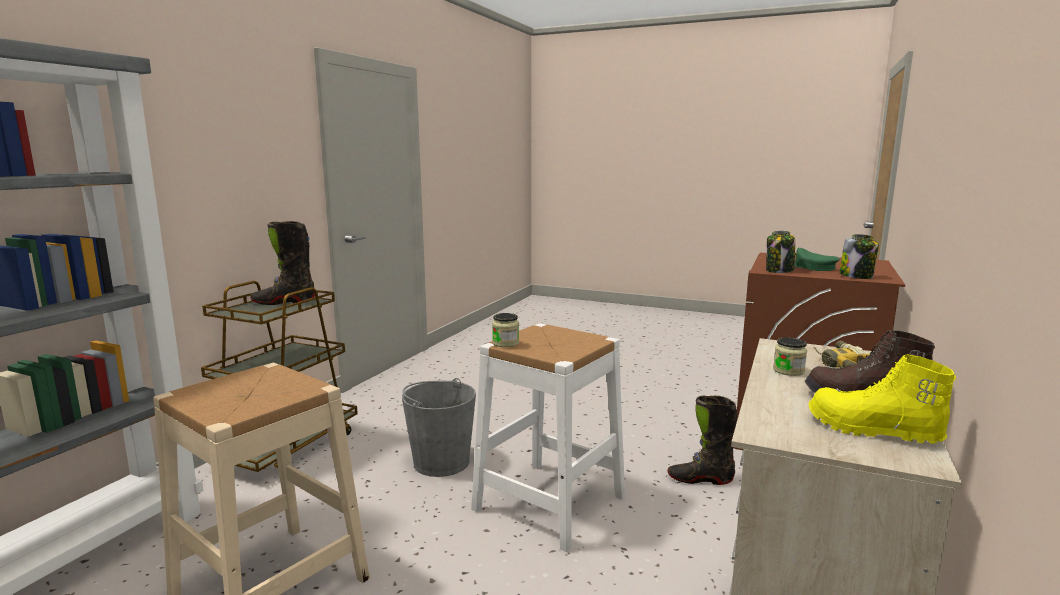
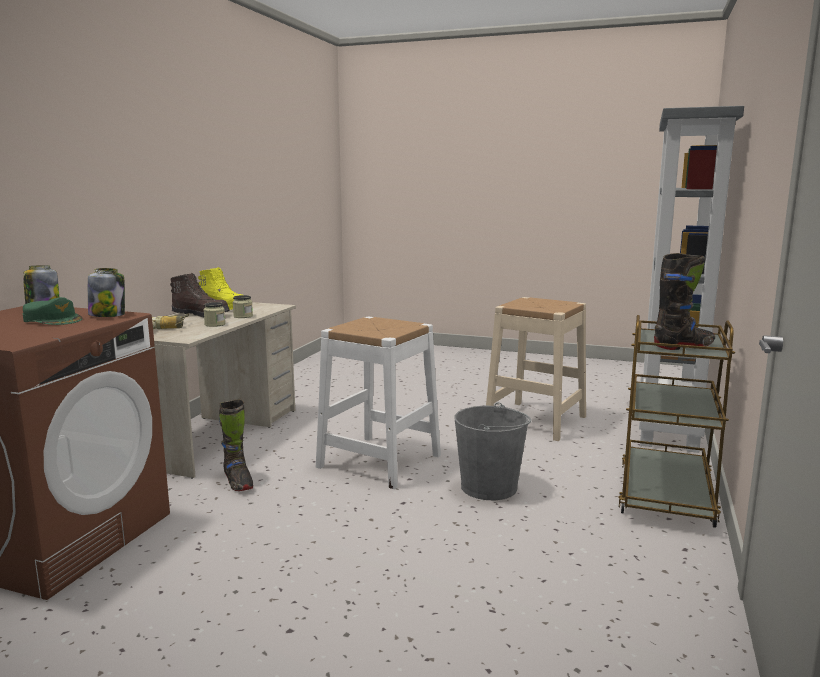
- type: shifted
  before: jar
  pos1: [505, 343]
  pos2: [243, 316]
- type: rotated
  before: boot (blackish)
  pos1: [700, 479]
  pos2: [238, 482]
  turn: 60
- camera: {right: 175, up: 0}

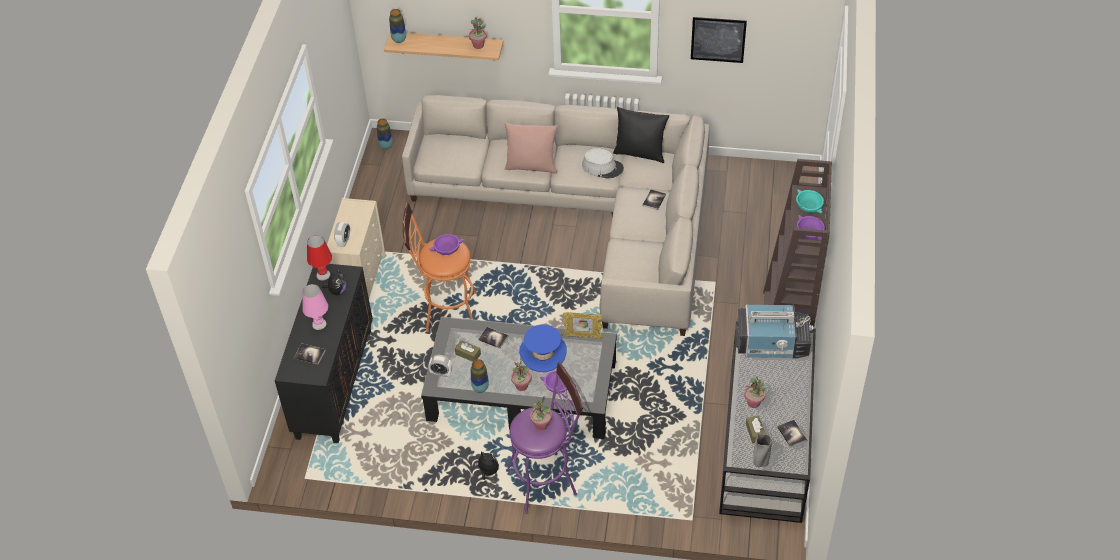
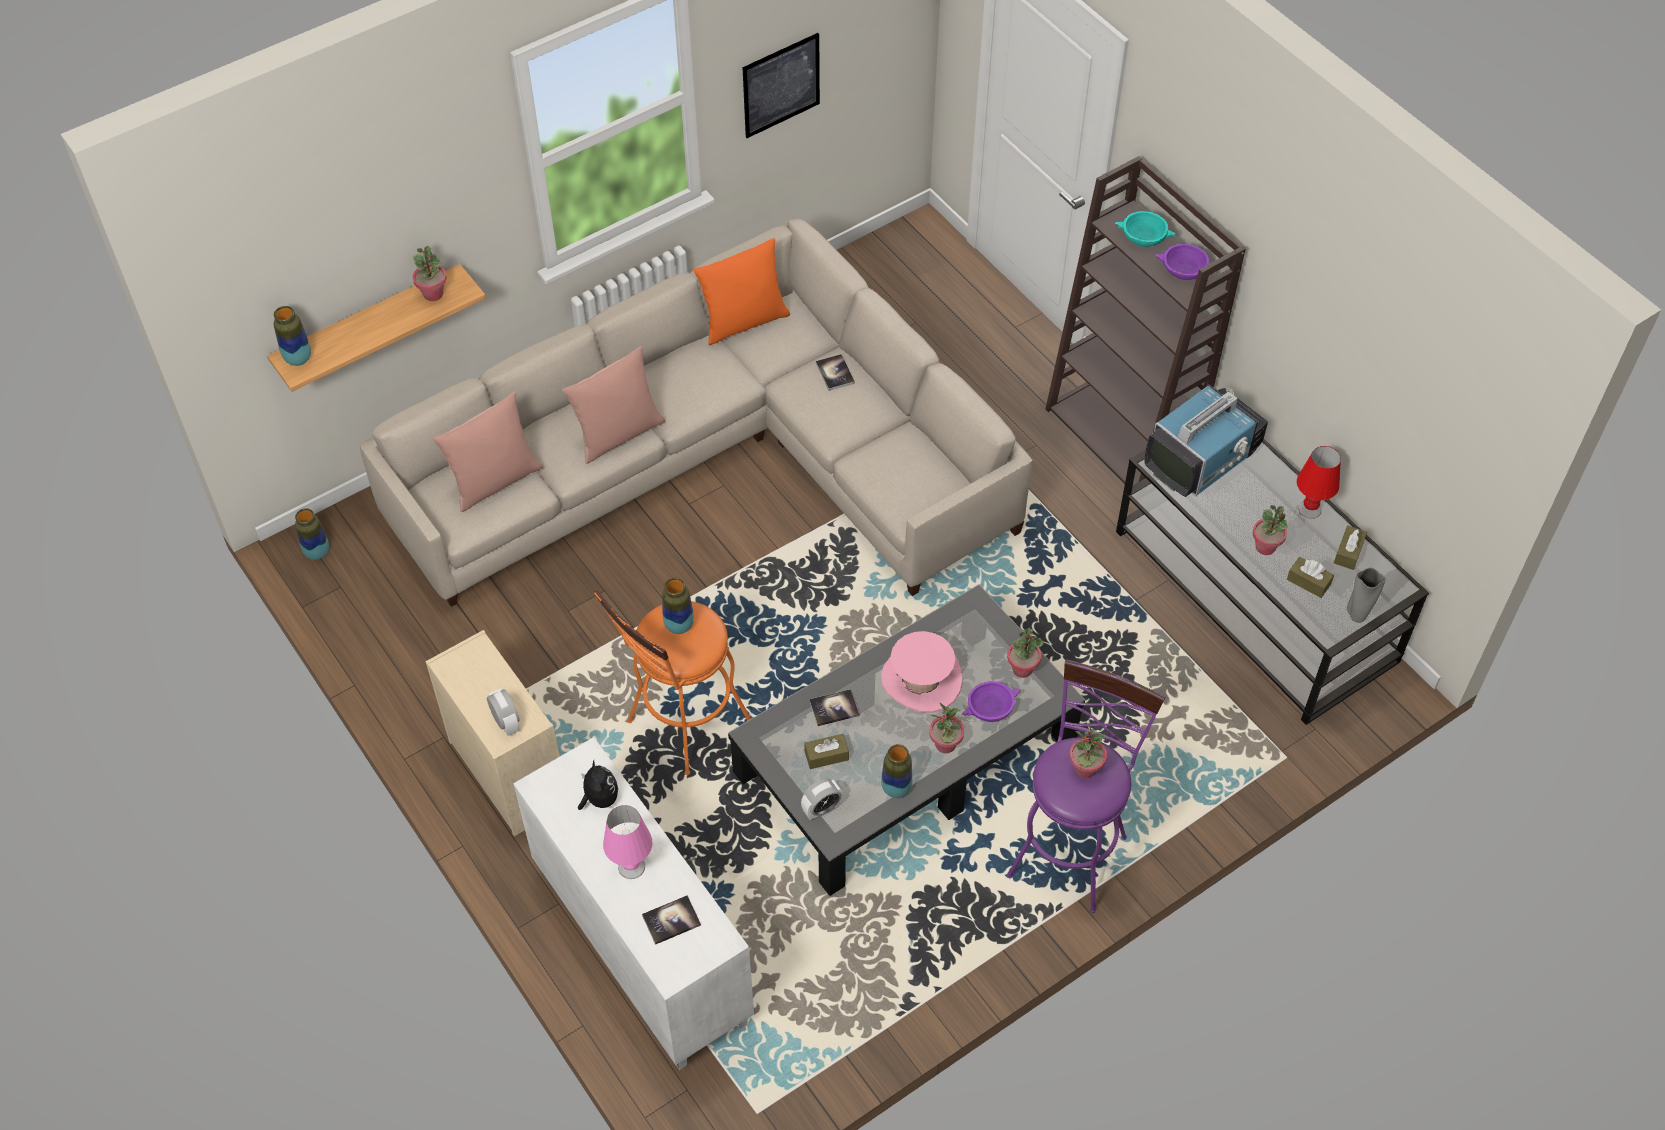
- type: repainted
  before: cabinet (blackish)
  after: cabinet (white)
  pos1: [334, 383]
  pos2: [640, 947]
- type: shifted
  before: table lamp (reddish)
  pos1: [323, 275]
  pos2: [1310, 509]
- type: swapped
  before: bowl (purplish)
  after: vase
  pos1: [447, 249]
  pos2: [679, 625]
- type: gone
  before: cuddly toy
  pos1: [488, 471]
- type: repainted
  before: hat (blue)
  after: hat (pink-coloured)
  pos1: [543, 353]
  pos2: [921, 680]
- type: gone
  before: picture frame
  pos1: [583, 336]
- type: gone
  before: hat (greyish)
  pos1: [602, 167]
- type: repainted
  before: throw pillow (blackish)
  after: throw pillow (orange-coloured)
  pos1: [640, 153]
  pos2: [743, 322]
- type: swapped
  before: bound book
  after: box of tissues (brown-coloured)
  pos1: [792, 434]
  pos2: [1348, 552]
- type: new
  after: throw pillow (pink-coloured)
  pos2: [494, 481]
- type: new
  after: potted plant
  pos2: [1022, 669]
- camera: {right: -45, up: 5}

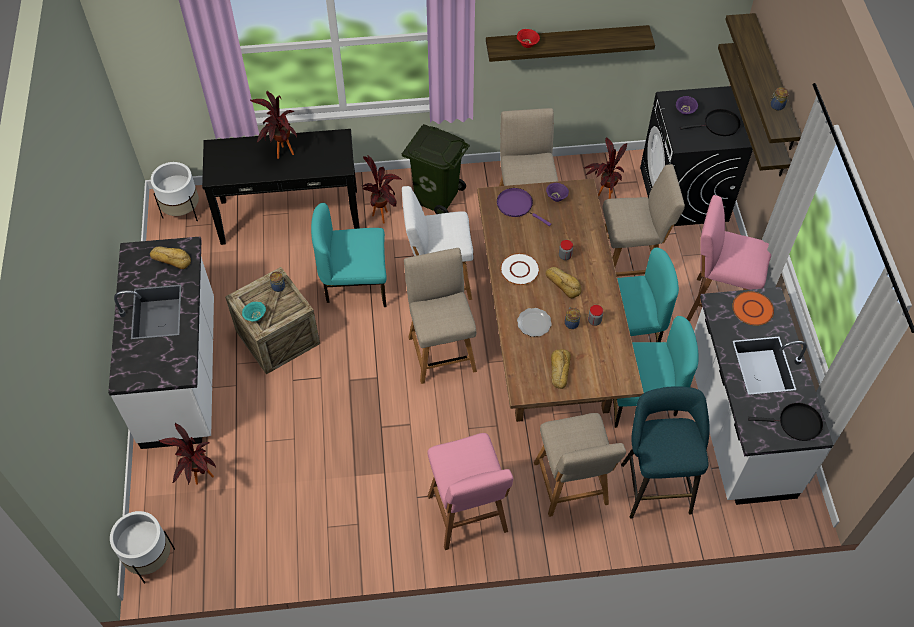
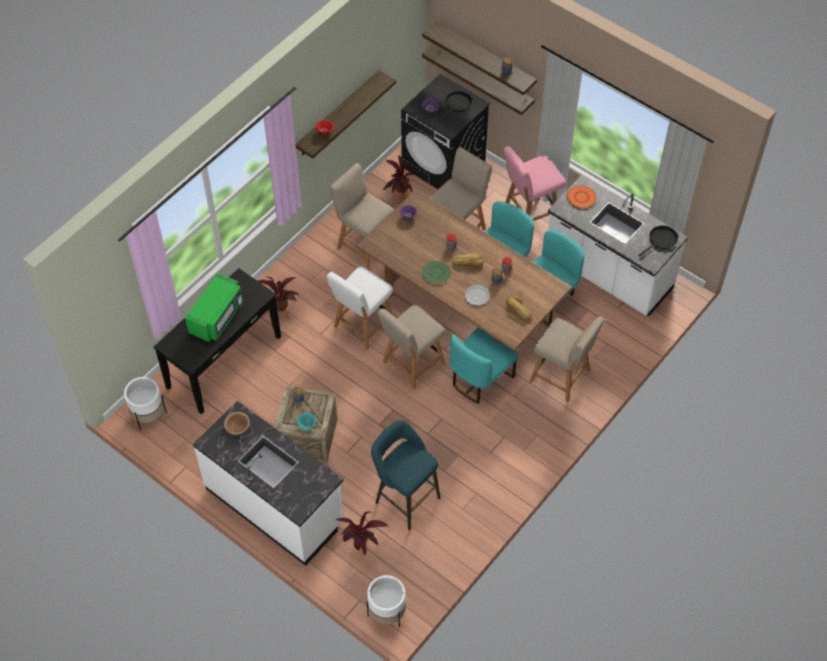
- type: swapped
  before: baked bread
  after: bowl (brown-coloured)
  pos1: [171, 259]
  pos2: [237, 426]
- type: swapped
  before: potted plant
  after: kitchen microwave (green-coloured)
  pos1: [281, 156]
  pos2: [217, 317]
- type: shifted
  before: chair (blue-green)
  pos1: [355, 284]
  pos2: [480, 379]
- type: gone
  before: trash can (green-coloured)
  pos1: [436, 196]
- type: rotated
  before: chair (sand-coloured)
  pos1: [441, 350]
  pos2: [411, 364]
  turn: -75
- type: gone
  before: stool seat (pink-coloured)
  pos1: [468, 516]
- type: gone
  before: skillet (purplish)
  pos1: [517, 206]
- type: repainted
  before: plate (white)
  after: plate (green-coloured)
  pos1: [520, 269]
  pos2: [436, 273]
- type: shifted
  before: stool seat (blue-green)
  pos1: [655, 484]
  pos2: [404, 498]
- camera: {right: -45, up: 0}

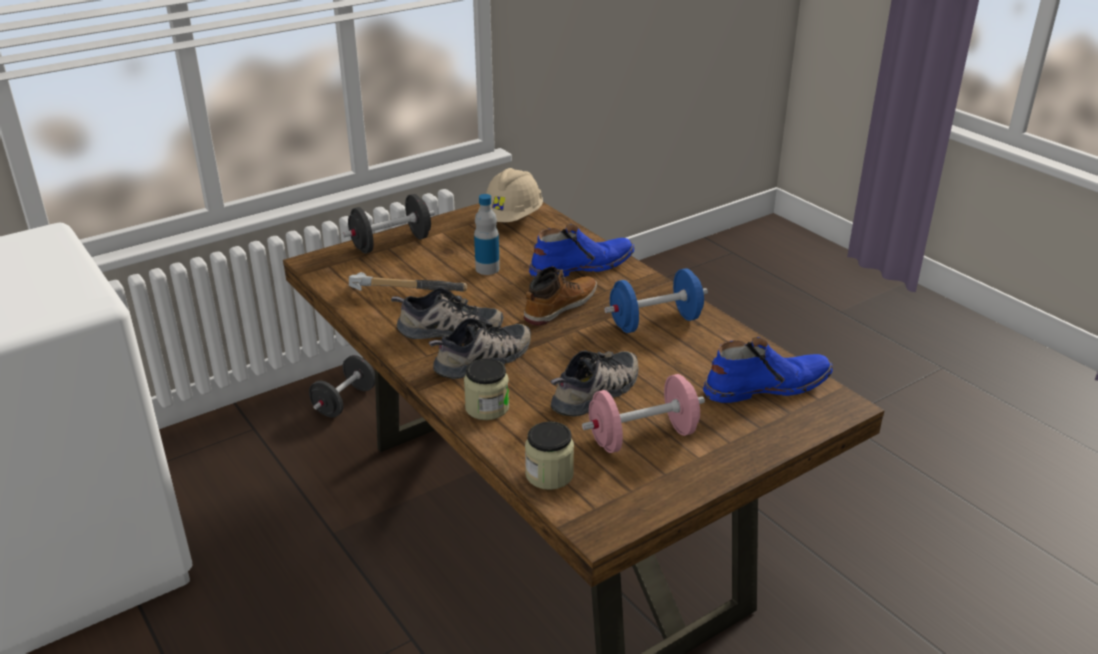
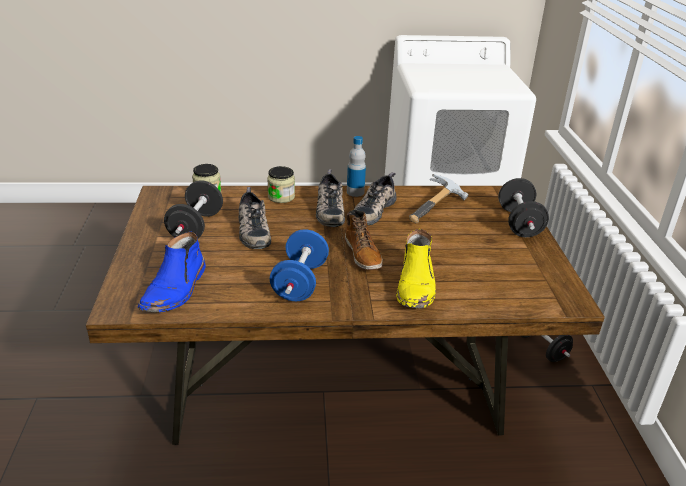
- type: shifted
  before: bottle
  pos1: [487, 269]
  pos2: [355, 192]
- type: gone
  before: hard hat (sand-coloured)
  pos1: [512, 219]
- type: repainted
  before: boot (blue)
  after: boot (yellowish)
  pos1: [581, 266]
  pos2: [416, 286]
- type: repainted
  before: hand weight (pink-coloured)
  after: hand weight (blackish)
  pos1: [642, 437]
  pos2: [196, 227]
- camera: {right: 120, up: 0}

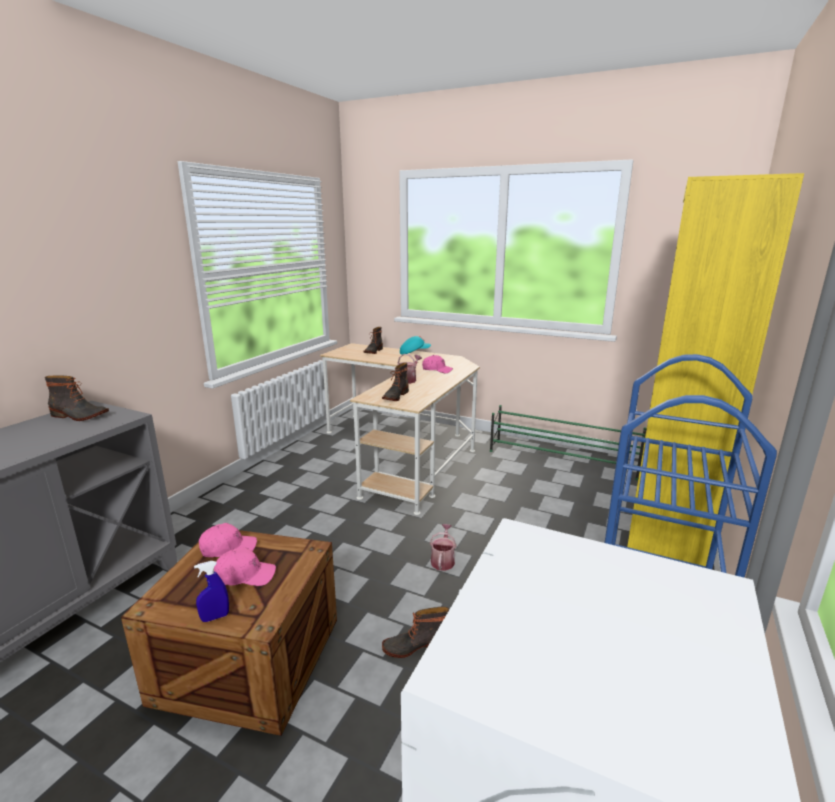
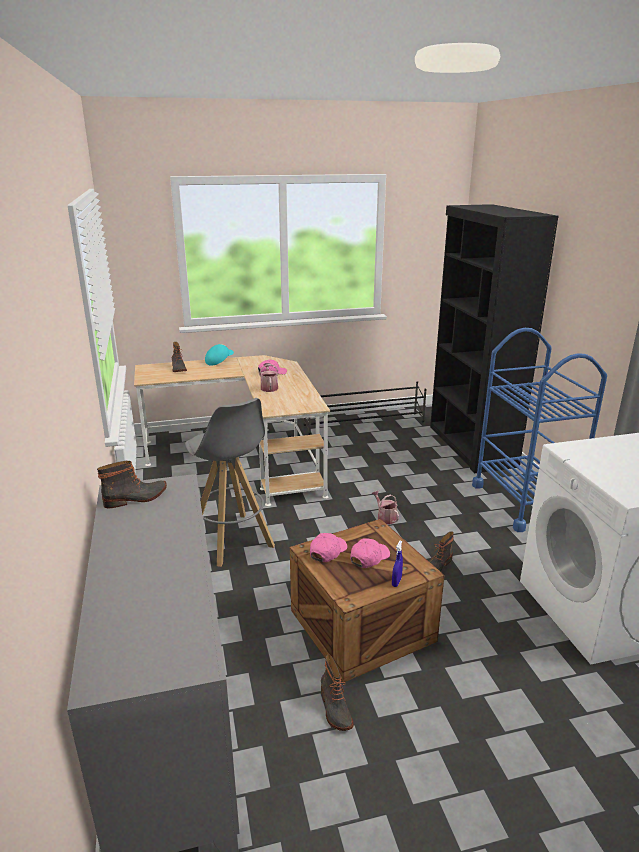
- type: shifted
  before: boot
  pos1: [395, 396]
  pos2: [334, 708]
- type: repainted
  before: shoe stand (green-coloured)
  after: shoe stand (blackish)
  pos1: [562, 460]
  pos2: [364, 423]
- type: repainted
  before: bookshelf (yellowish)
  after: bookshelf (blackish)
  pos1: [666, 528]
  pos2: [471, 446]
- type: new
  after: stool seat (greyish)
  pos2: [232, 539]
- camera: {right: -40, up: 5}

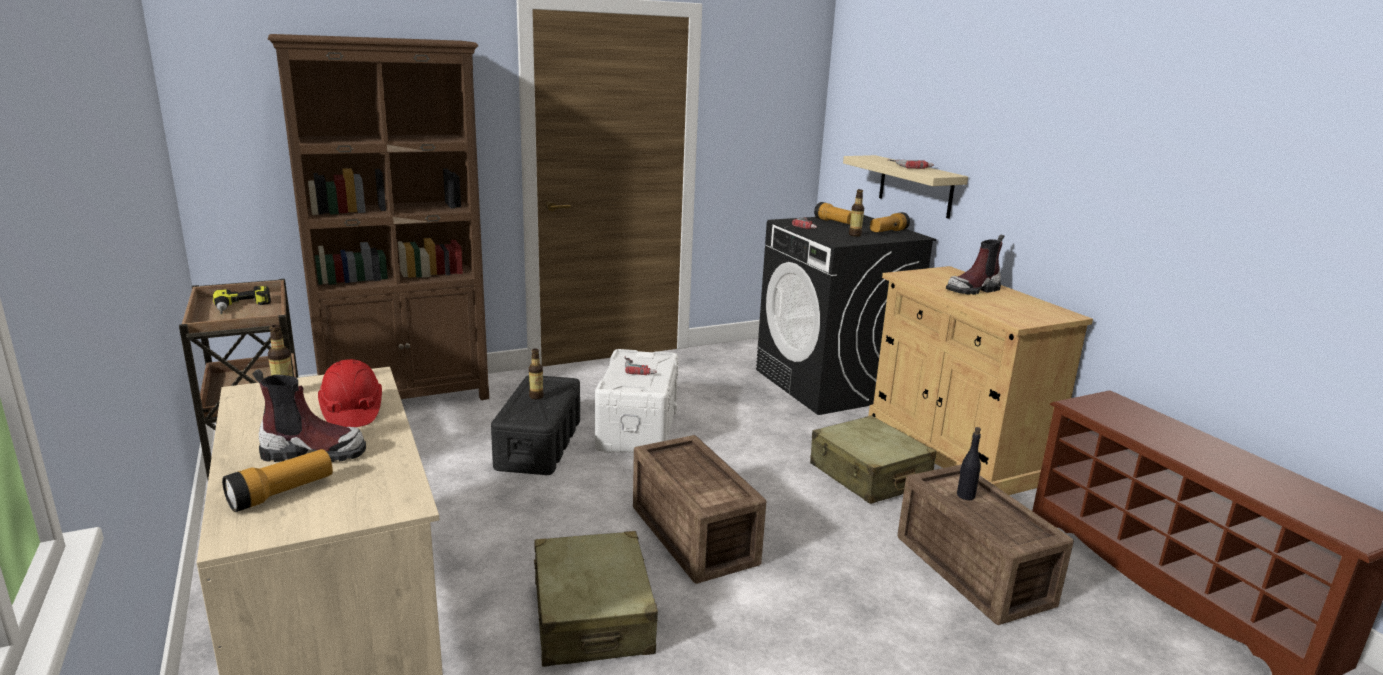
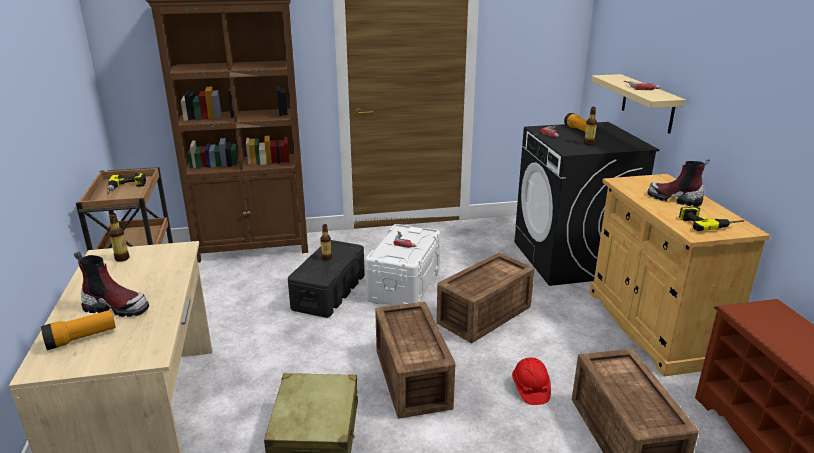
- type: shifted
  before: hard hat (reddish)
  pos1: [351, 411]
  pos2: [530, 389]
- type: gone
  before: travel case (sand-coloured)
  pos1: [869, 475]
- type: gone
  before: hand torch
  pos1: [888, 232]
- type: rotated
  before: boot
  pos1: [973, 290]
  pos2: [674, 199]
  turn: 45
- type: gone
  before: bottle (blackish)
  pos1: [965, 495]
- type: new
  after: crate
  pos2: [482, 315]
- type: new
  after: power drill
  pos2: [708, 222]
- camera: {right: 15, up: 5}

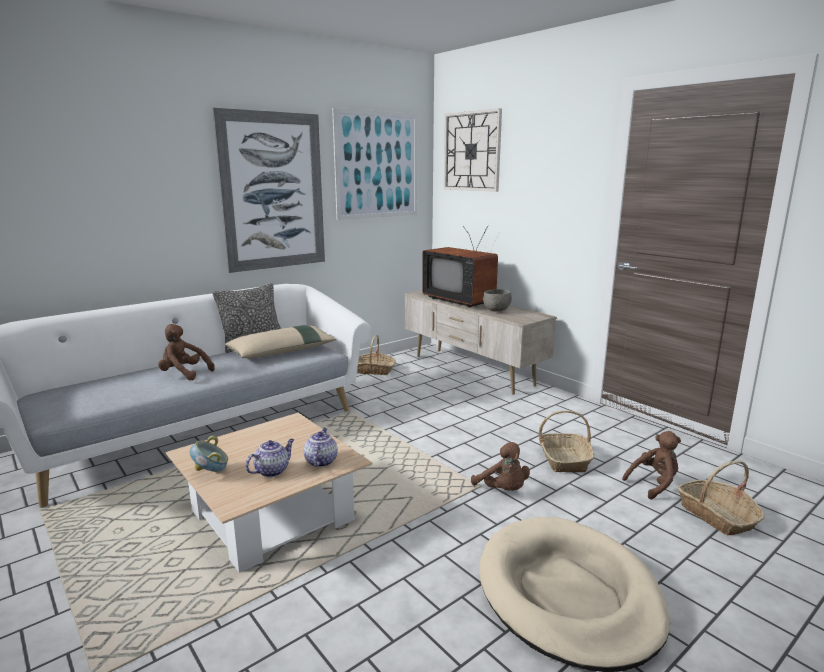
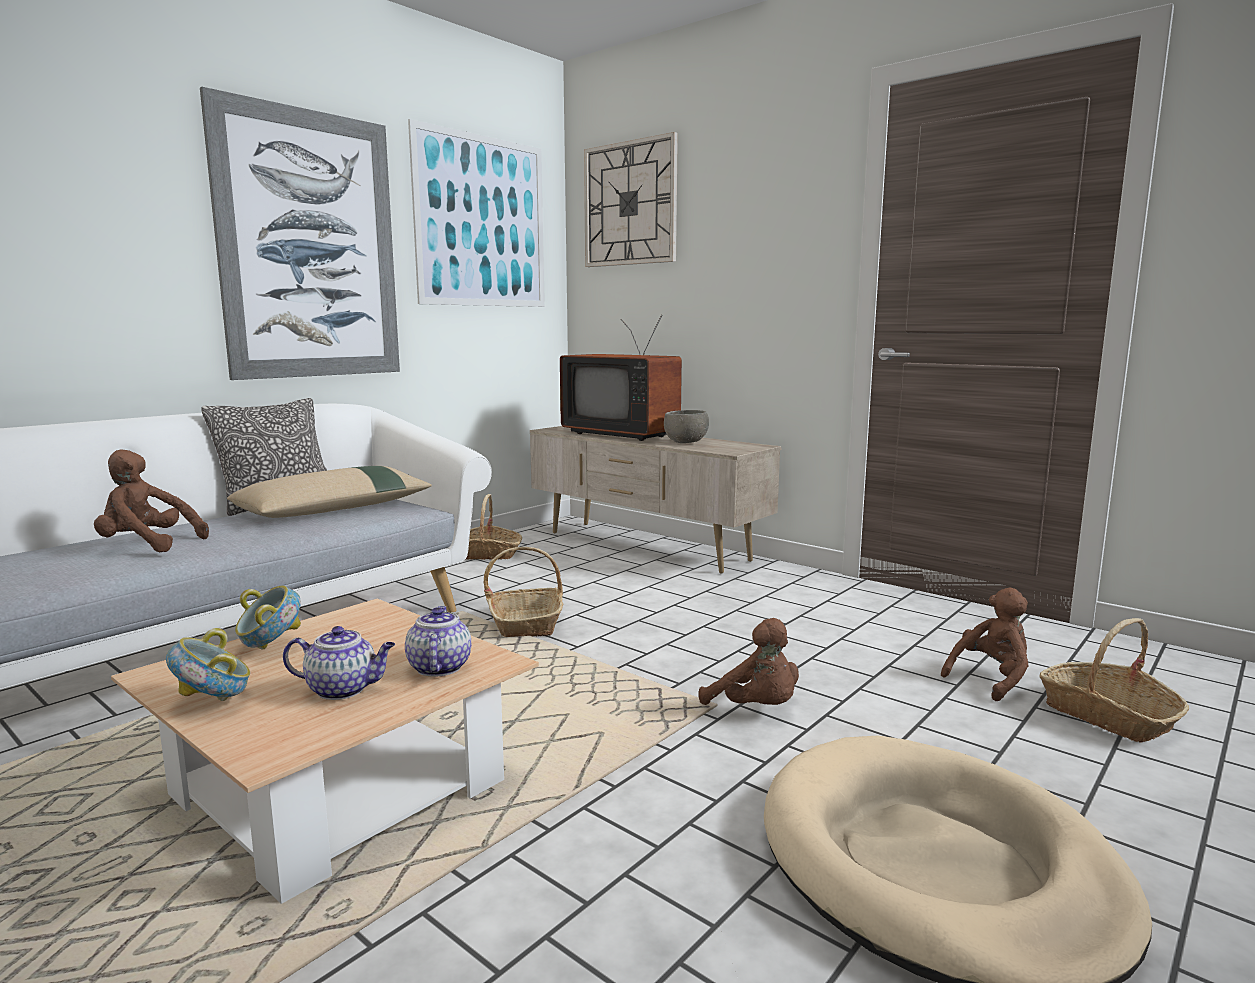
- type: rotated
  before: pot for tea
  pos1: [272, 470]
  pos2: [344, 689]
  turn: 60
- type: shifted
  before: basket
  pos1: [564, 459]
  pos2: [526, 623]
- type: new
  after: bowl
  pos2: [270, 647]
- camera: {right: -10, up: -5}

